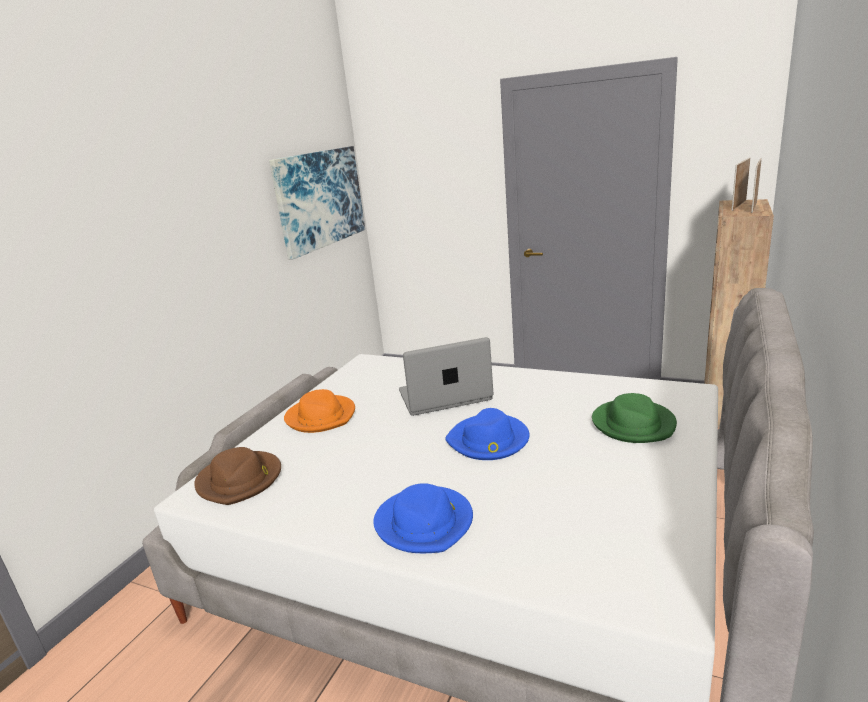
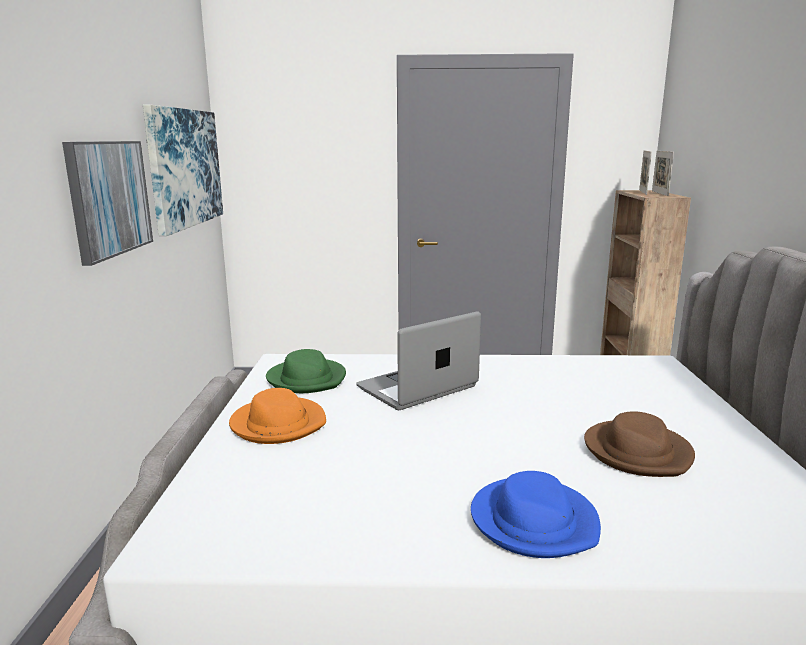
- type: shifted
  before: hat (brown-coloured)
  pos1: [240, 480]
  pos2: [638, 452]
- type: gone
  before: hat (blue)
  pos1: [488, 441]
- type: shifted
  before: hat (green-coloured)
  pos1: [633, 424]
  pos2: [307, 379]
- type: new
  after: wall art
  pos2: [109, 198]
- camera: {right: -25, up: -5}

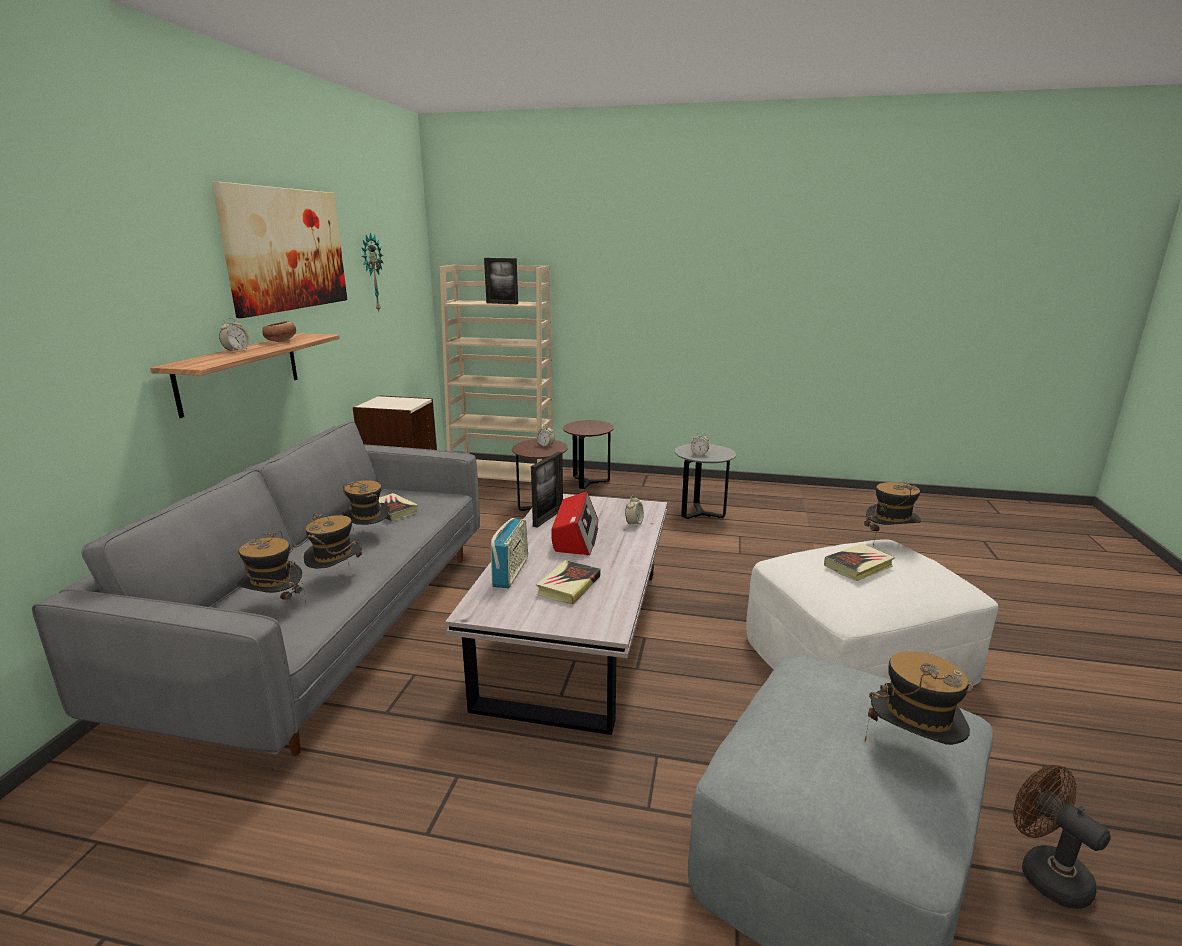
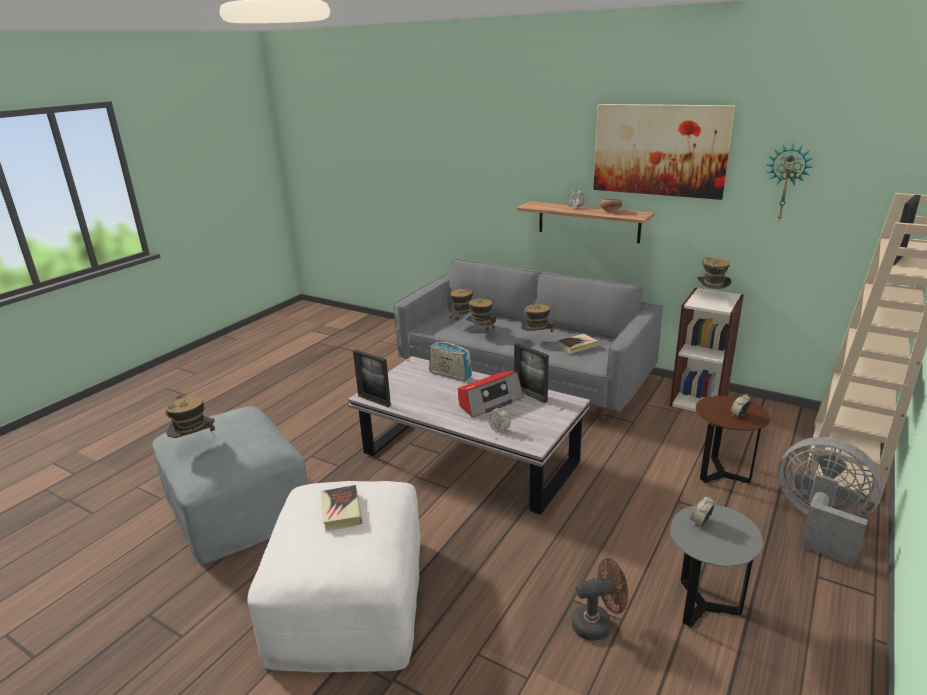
- type: gone
  before: bound book
  pos1: [569, 586]
- type: rotated
  before: radio set
  pos1: [576, 536]
  pos2: [489, 401]
  turn: -60
- type: swapped
  before: accent table (brown-coloured)
  after: cooling fan (greyish)
  pos1: [588, 482]
  pos2: [819, 524]
- type: shifted
  before: hat
  pos1: [888, 541]
  pos2: [711, 298]
- type: shifted
  before: cooling fan (brown-coloured)
  pos1: [1044, 872]
  pos2: [597, 624]
- type: new
  after: picture frame
  pos2: [374, 400]
- camera: {right: 110, up: 5}

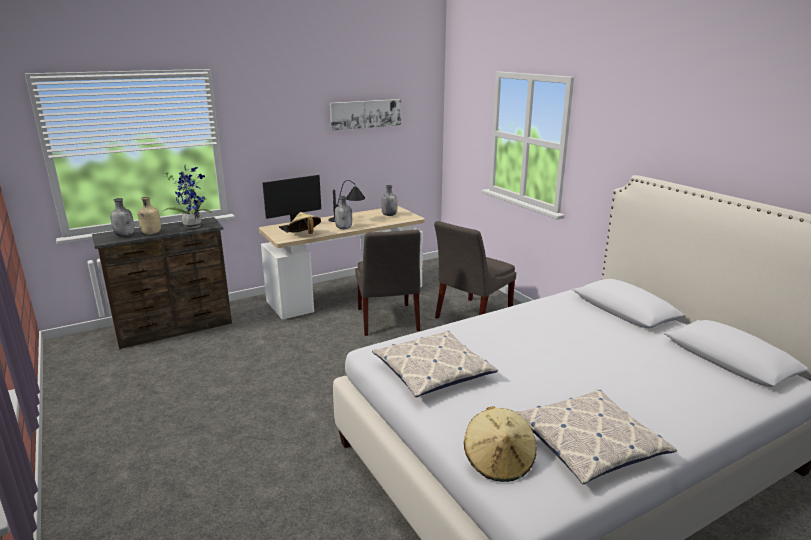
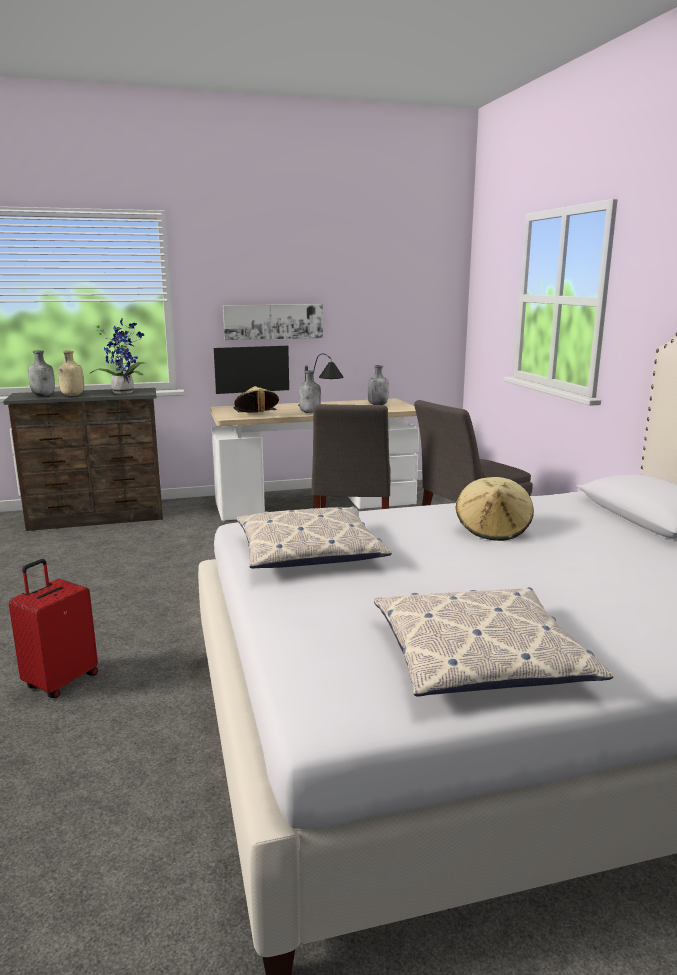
- type: shifted
  before: wall art
  pos1: [366, 114]
  pos2: [273, 321]
- type: shifted
  before: hat (sand-coloured)
  pos1: [499, 462]
  pos2: [493, 530]
- type: new
  after: travel case (reddish)
  pos2: [61, 681]
- camera: {right: 15, up: -5}

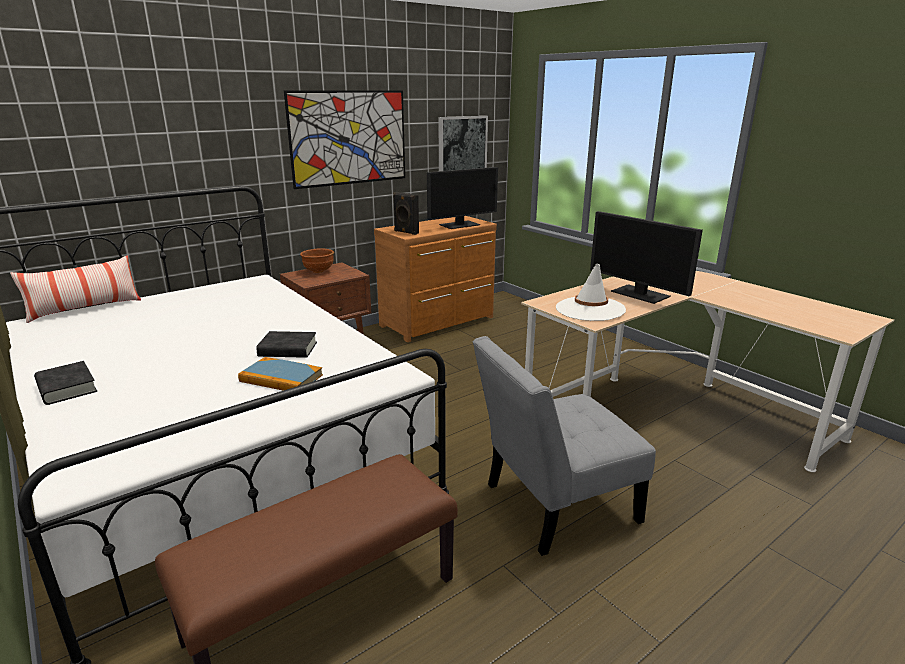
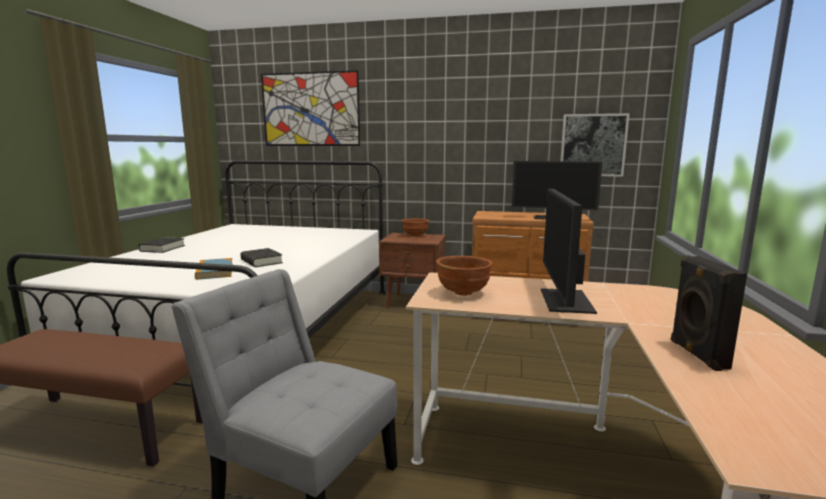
- type: gone
  before: throw pillow
  pos1: [85, 309]
- type: shifted
  before: wall art
  pos1: [349, 138]
  pos2: [310, 109]
- type: shifted
  before: audio speaker (blackish)
  pos1: [406, 232]
  pos2: [696, 354]
- type: swapped
  before: hat (white)
  after: bowl (brown-coloured)
  pos1: [590, 309]
  pos2: [464, 293]
- camera: {right: 50, up: -10}

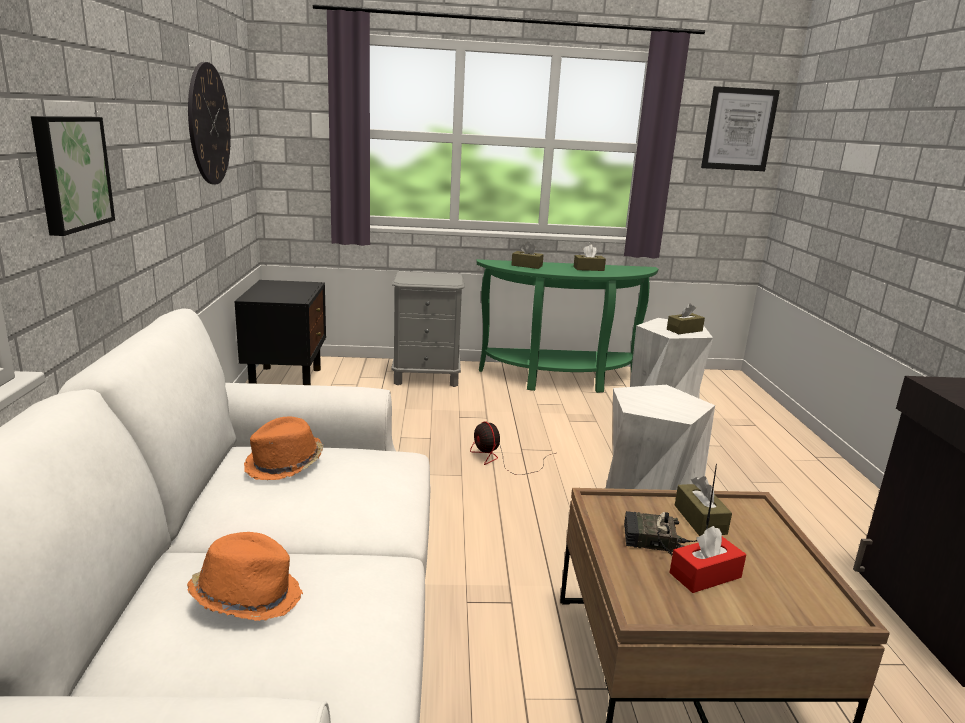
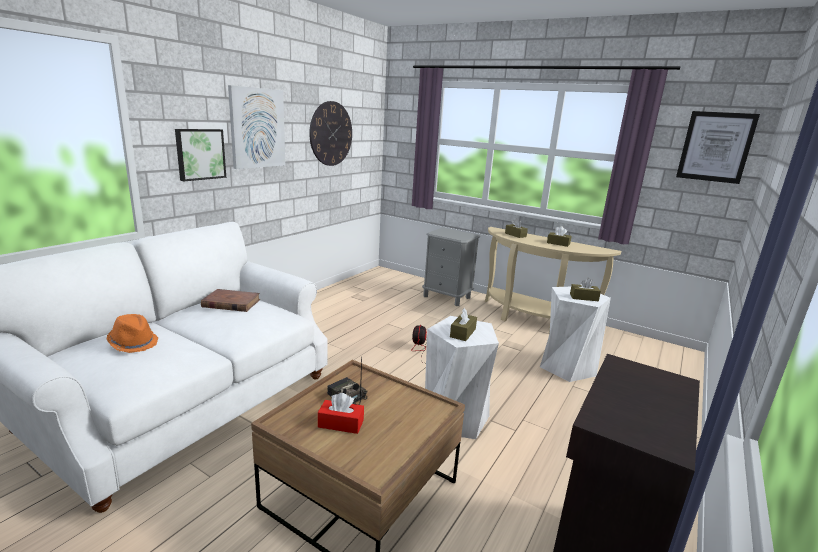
- type: gone
  before: nightstand (blackish)
  pos1: [286, 378]
- type: swapped
  before: hat (orange-coloured)
  after: bound book (brown-coloured)
  pos1: [284, 465]
  pos2: [231, 303]
- type: repainted
  before: narrow table (green-coloured)
  after: narrow table (sand-coloured)
  pos1: [560, 380]
  pos2: [533, 320]
- type: shifted
  before: box of tissues (brown-coloured)
  pos1: [700, 519]
  pos2: [463, 333]
- type: new
  after: wall art
  pos2: [257, 128]
- camera: {right: 35, up: 0}

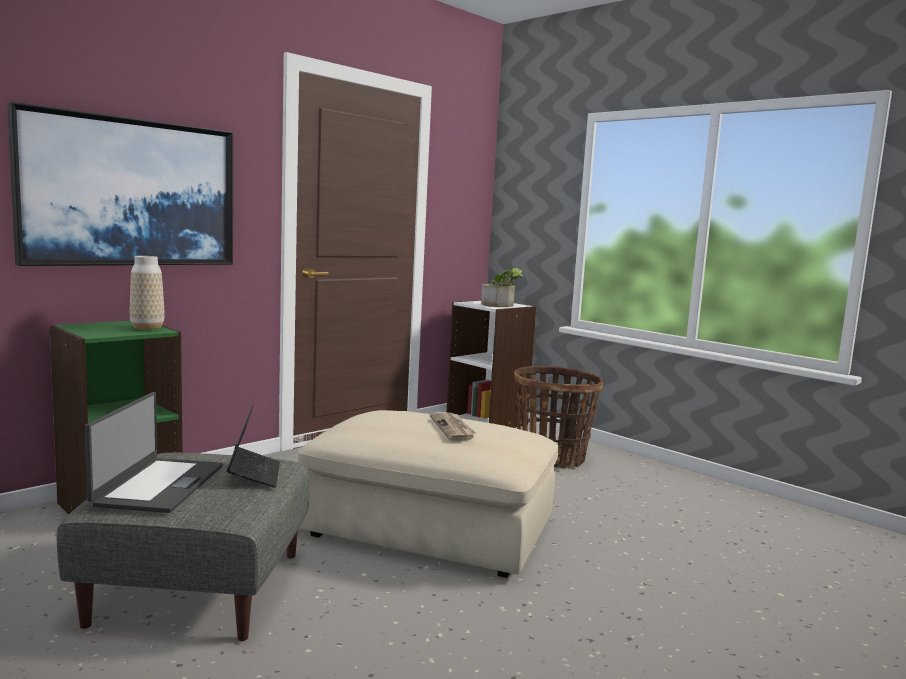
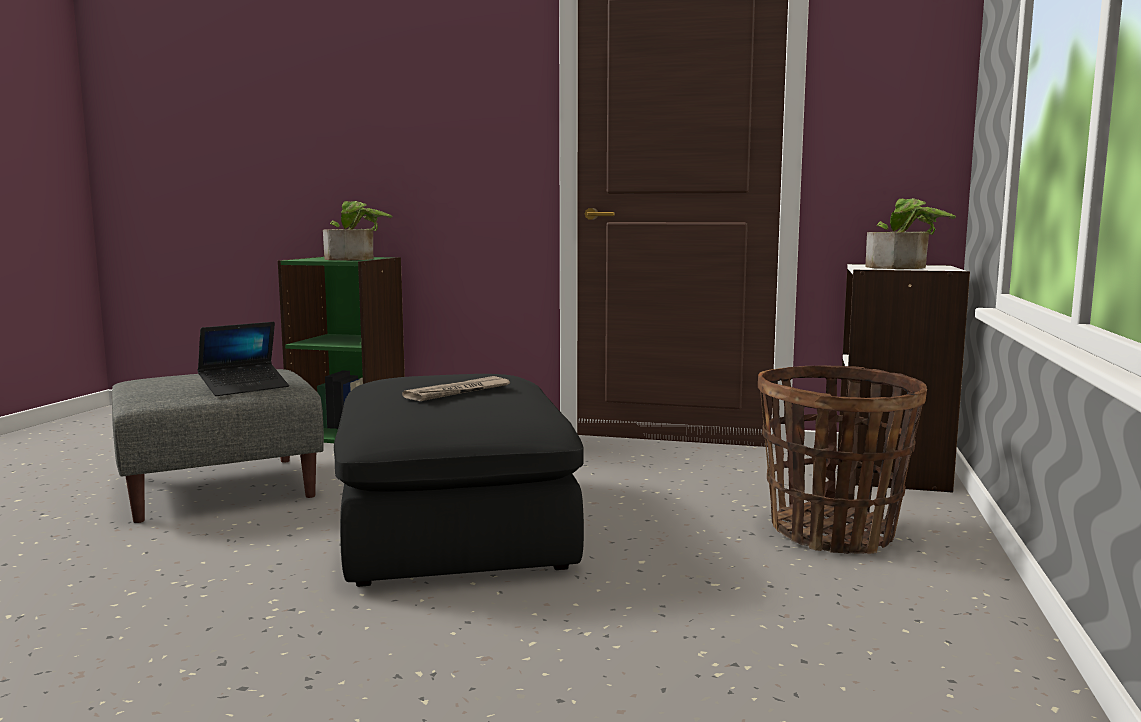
- type: gone
  before: wall art
  pos1: [130, 192]
- type: gone
  before: notebook computer
  pos1: [158, 485]
- type: swapped
  before: vase
  after: potted plant
  pos1: [147, 328]
  pos2: [356, 259]
- type: repainted
  before: footrest (sand-coloured)
  after: footrest (blackish)
  pos1: [431, 527]
  pos2: [455, 526]
- camera: {right: 60, up: 0}

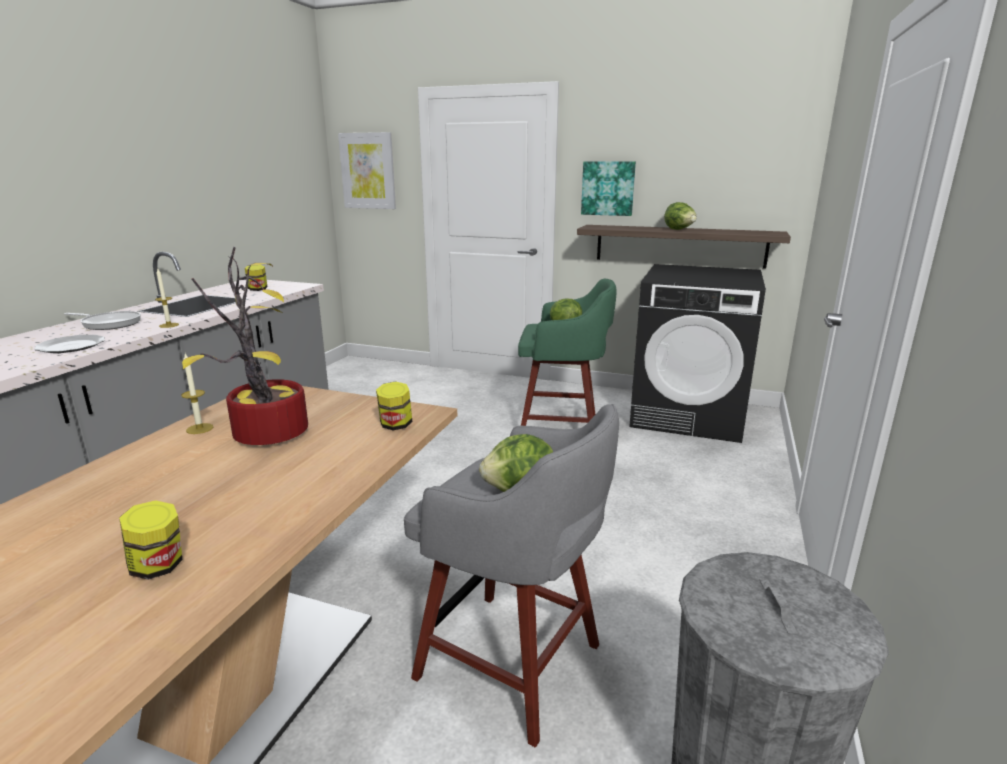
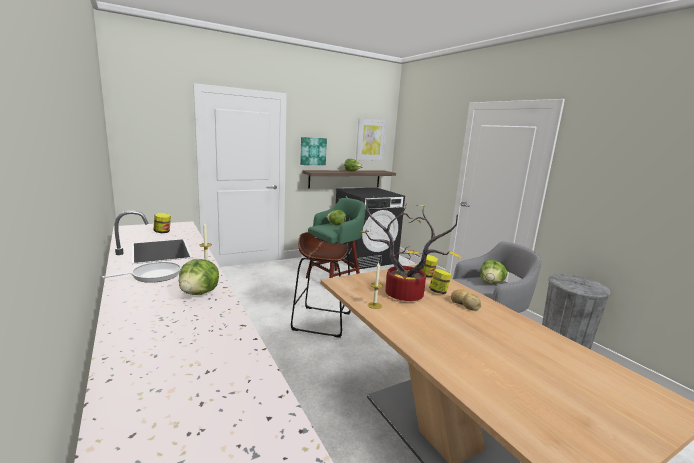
- type: swapped
  before: plate
  after: head of lettuce
  pos1: [72, 346]
  pos2: [199, 293]
- type: shifted
  before: jar
  pos1: [158, 567]
  pos2: [438, 292]
- type: shifted
  before: wall art
  pos1: [368, 171]
  pos2: [370, 140]
- type: new
  after: stool seat (brown-coloured)
  pos2: [321, 321]
- type: new
  after: baked bread
  pos2: [464, 304]
- camera: {right: -50, up: -5}

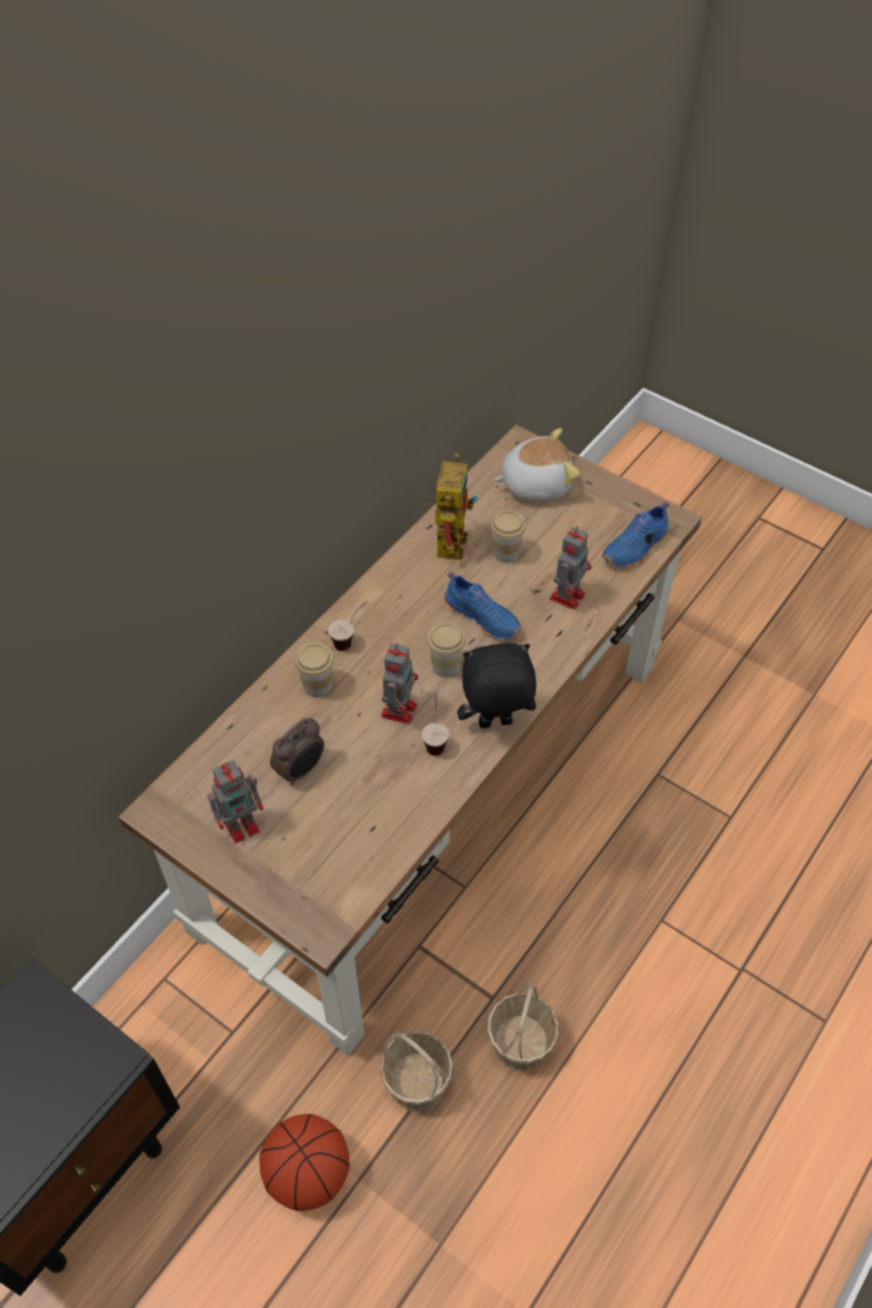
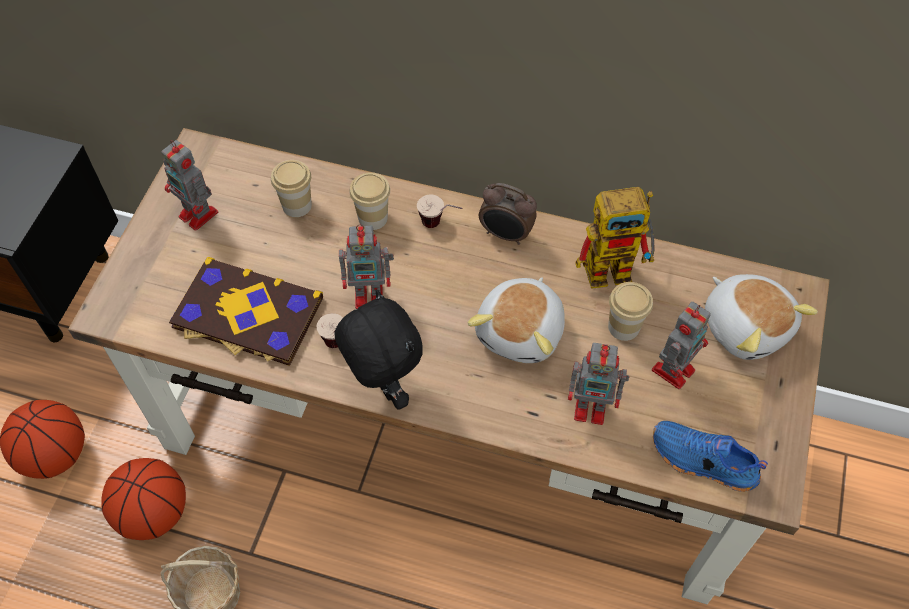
- type: shifted
  before: alarm clock
  pos1: [301, 770]
  pos2: [505, 235]
- type: swapped
  before: basket
  after: basketball
  pos1: [416, 1081]
  pos2: [153, 513]
- type: shifted
  before: cup
  pos1: [445, 665]
  pos2: [297, 205]
- type: swapped
  before: shoe (blue)
  after: cuddly toy
  pos1: [483, 616]
  pos2: [522, 331]
- type: new
  after: bound book
  pos2: [247, 314]
- type: new
  after: toy robot
  pos2: [674, 368]
- camera: {right: 70, up: 5}

